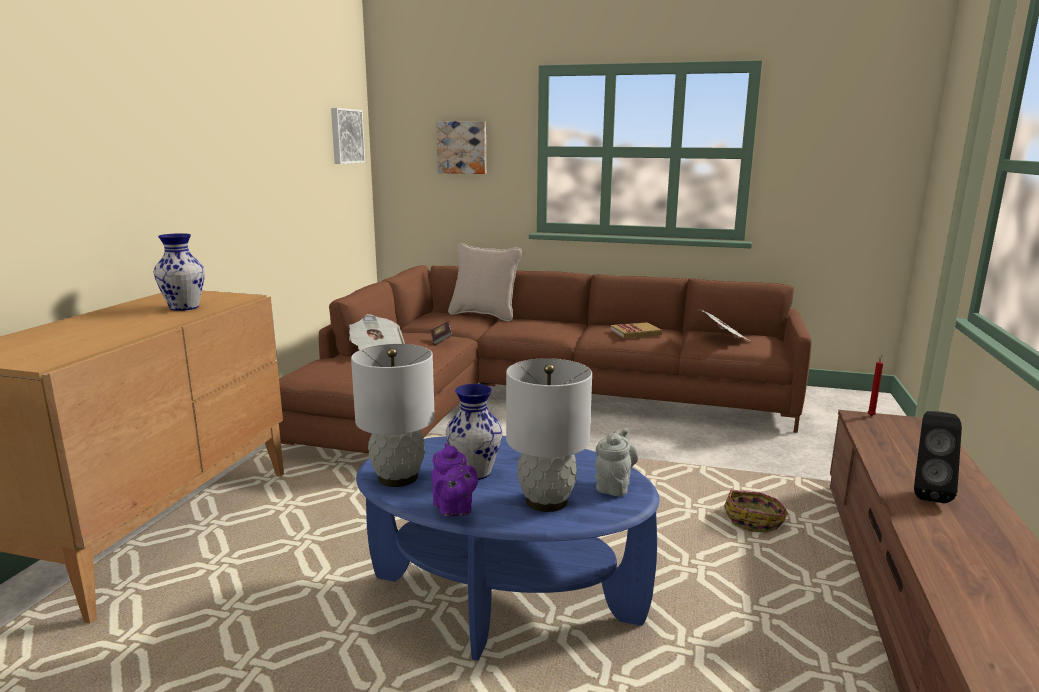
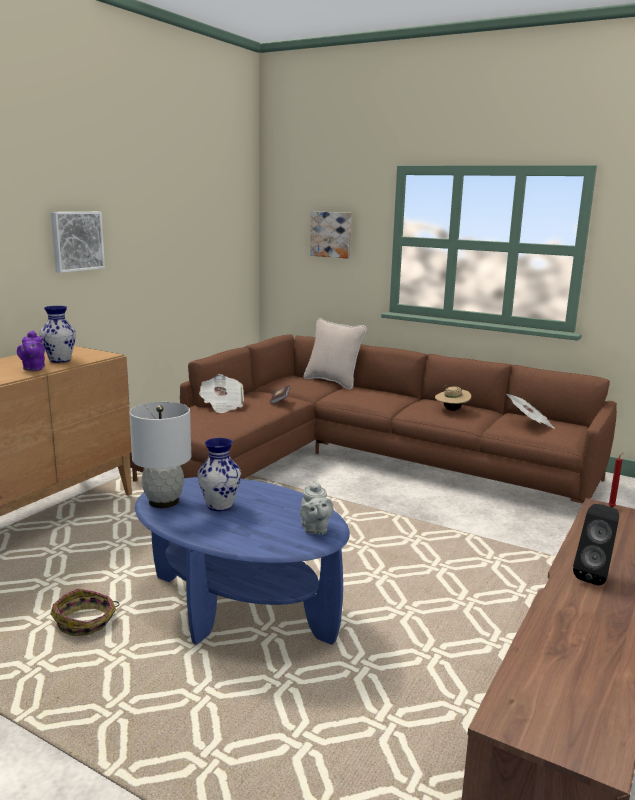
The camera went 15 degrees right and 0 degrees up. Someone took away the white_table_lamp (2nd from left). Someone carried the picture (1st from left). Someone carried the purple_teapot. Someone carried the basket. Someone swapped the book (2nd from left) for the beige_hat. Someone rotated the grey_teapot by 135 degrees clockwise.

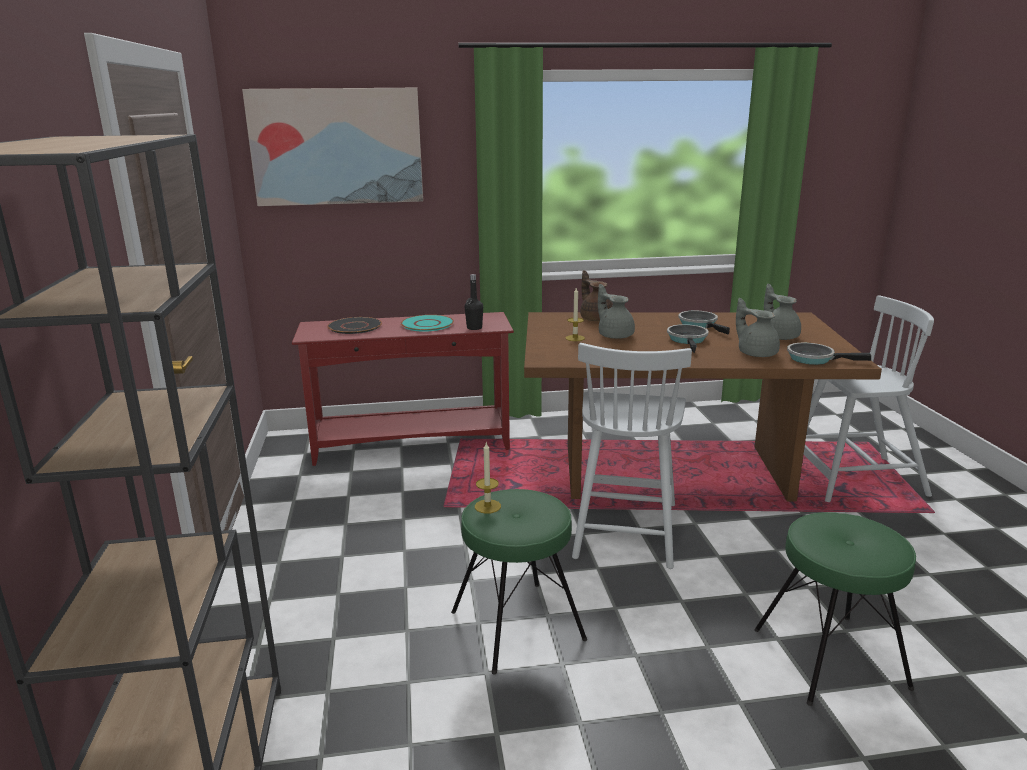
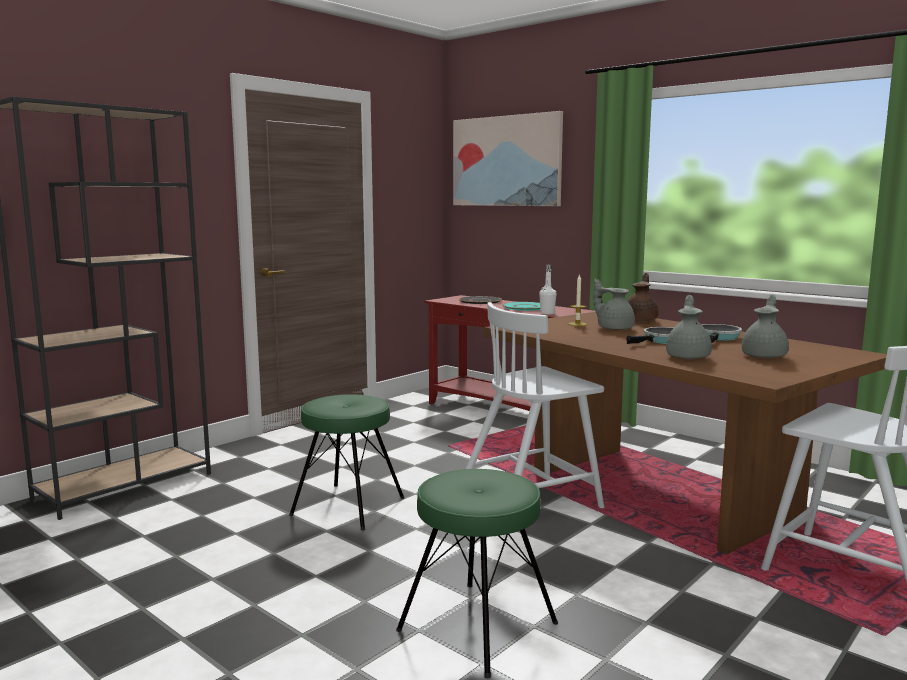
The camera went 50 degrees right and 10 degrees down. Someone took away the candle (1st from left). Someone took away the frying_pan (3rd from left). Someone repainted the black_bottle, which became the white_bottle. Someone rotated the grey_teapot (1st from left) by 60 degrees counterclockwise.

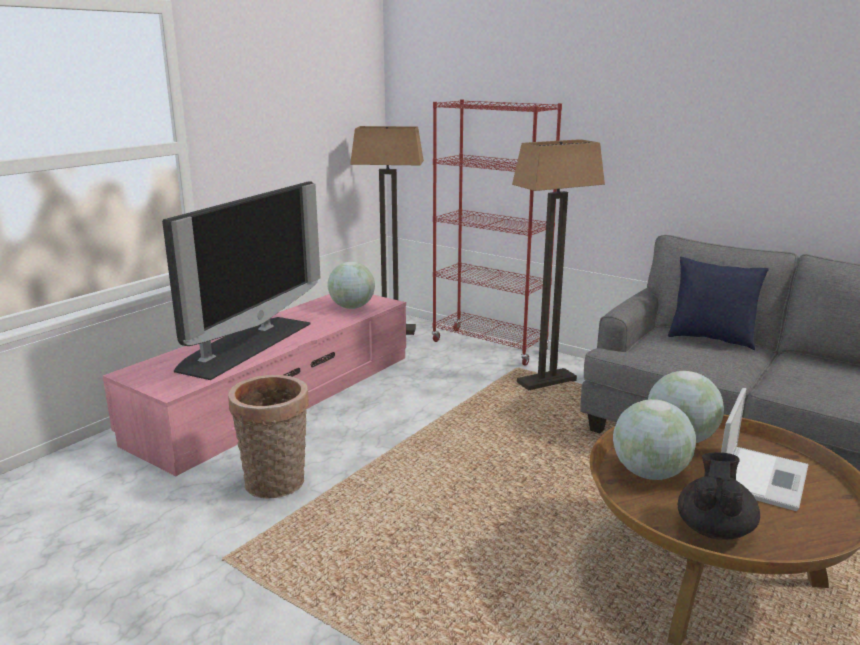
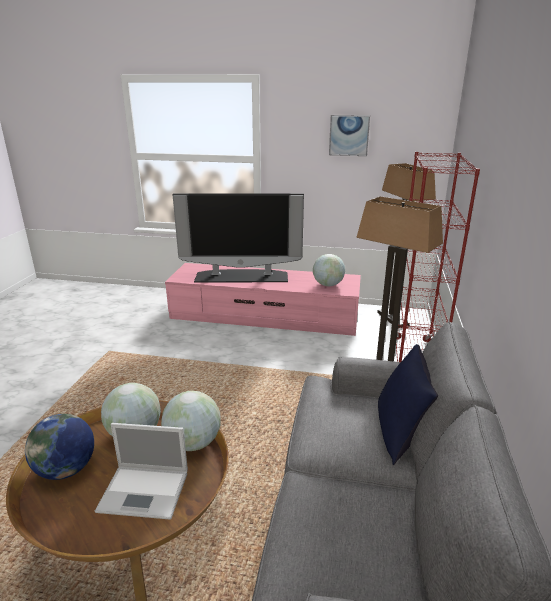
The camera went 65 degrees right and 5 degrees up. Someone took away the basket. Someone put up the picture. Someone swapped the black_teapot for the globe (1st from left).

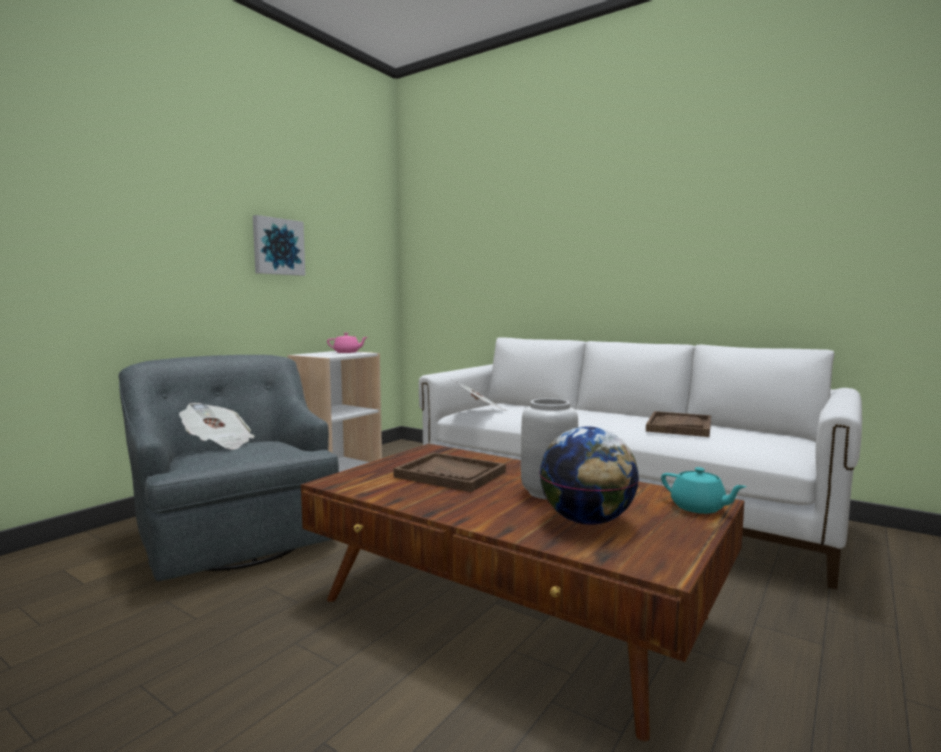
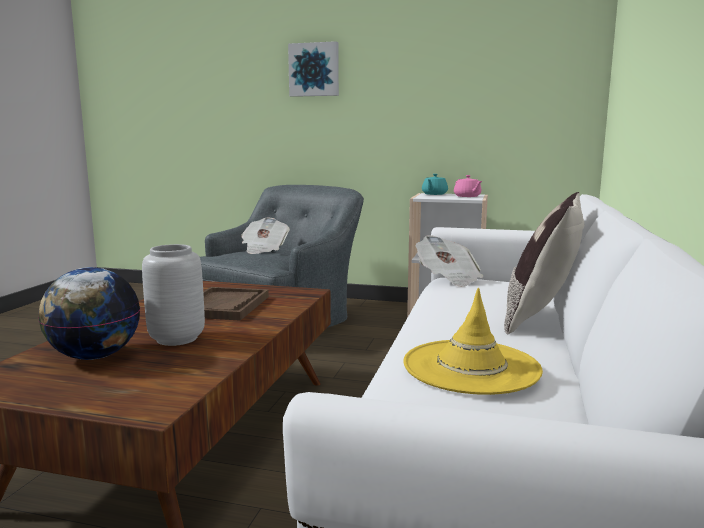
The camera went 70 degrees right and 5 degrees up. Someone put down the pillow. Someone carried the picture. Someone carried the turquoise_teapot. Someone swapped the brown_tray (2nd from left) for the yellow_hat.

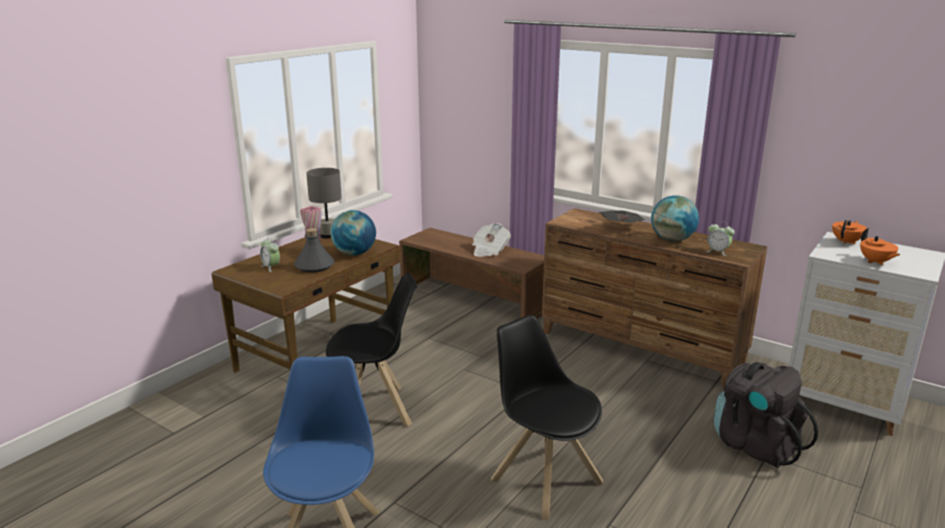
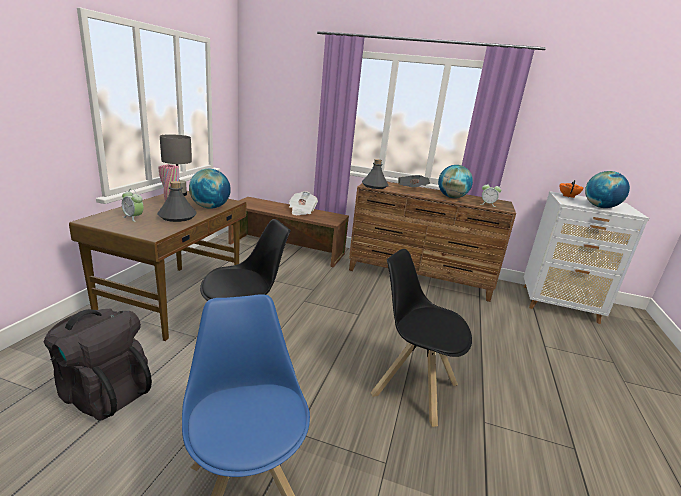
The camera went 20 degrees left and 0 degrees up. Someone put down the grey_bottle (2nd from left). Someone carried the black_backpack. Someone swapped the orange_teapot (2nd from left) for the globe (3rd from left).

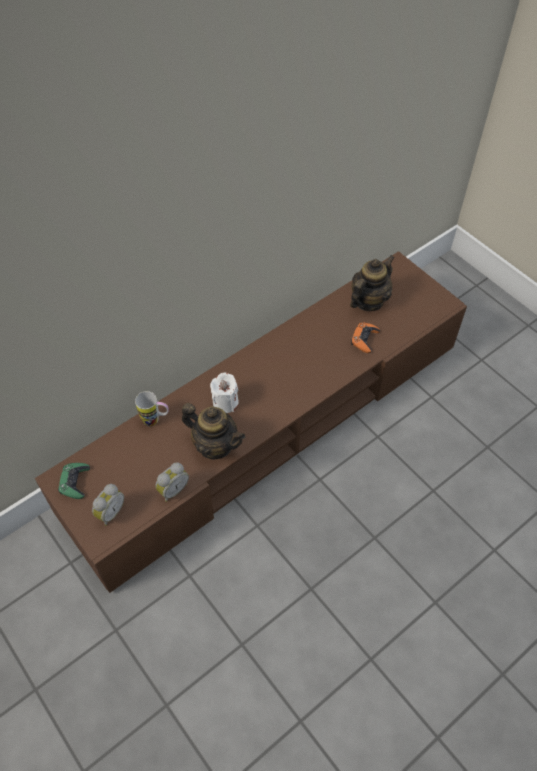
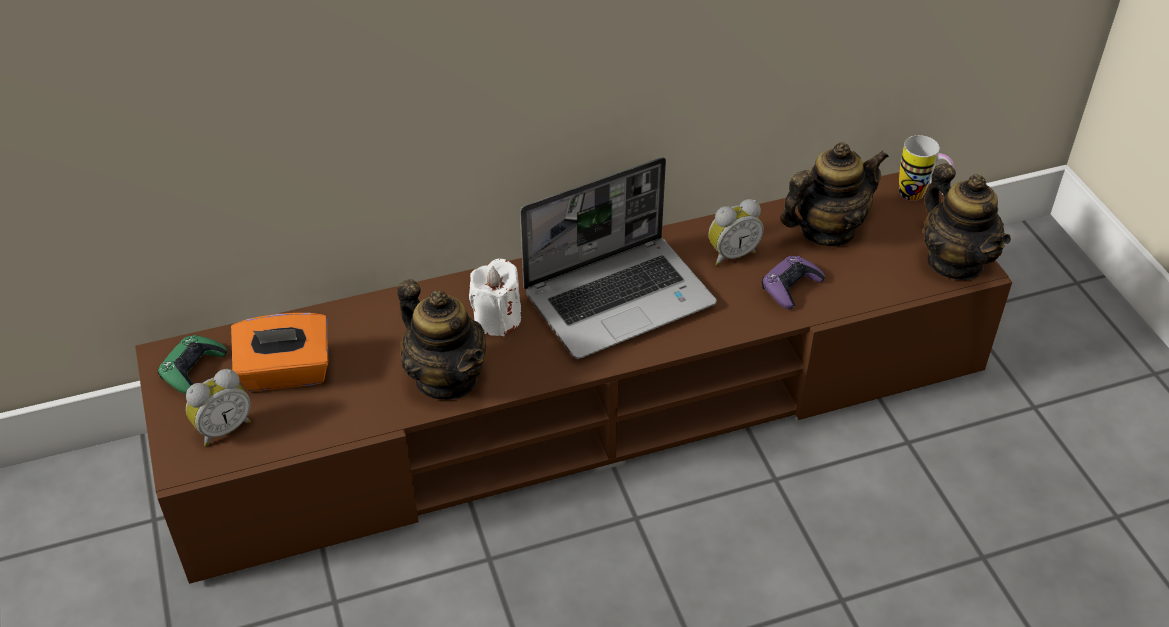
The camera went 20 degrees right and 10 degrees down. Someone put down the orange_tissue_box. Someone put down the laptop. Someone put down the teapot (3rd from left). Someone carried the mug. Someone carried the alarm_clock (2nd from left). Someone repainted the orange_game_controller, which became the purple_game_controller.

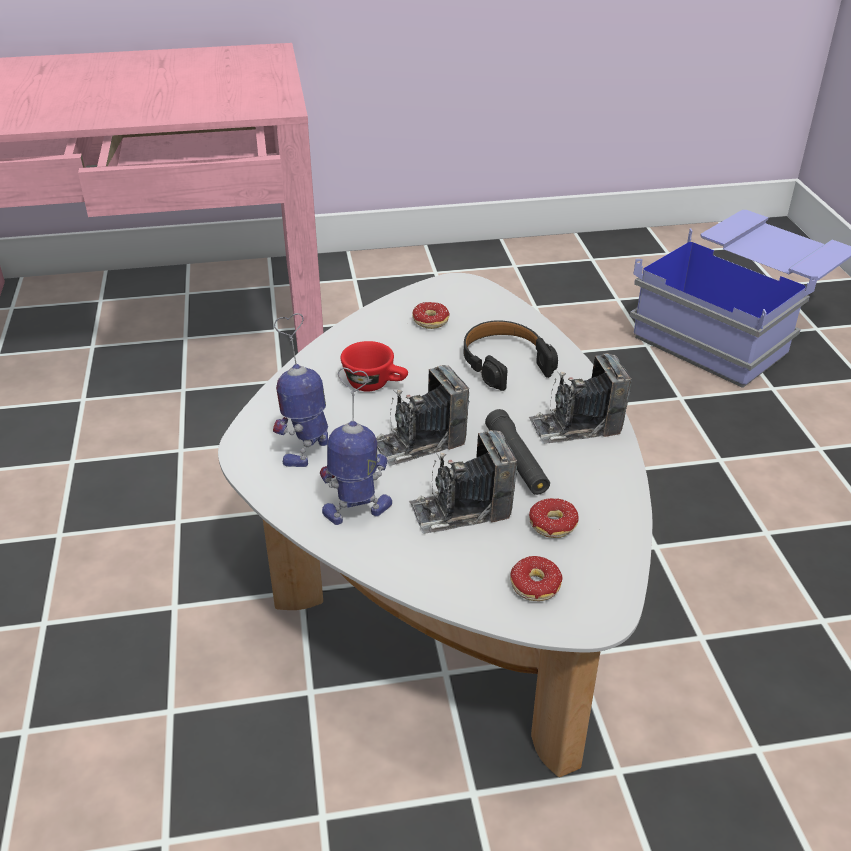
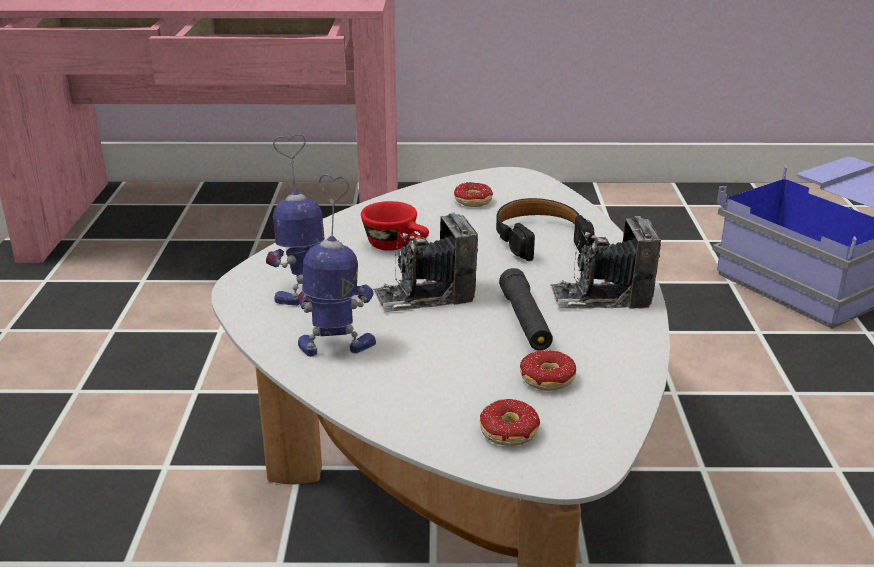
The camera went 10 degrees right and 10 degrees down. Someone took away the photo_camera (2nd from left).

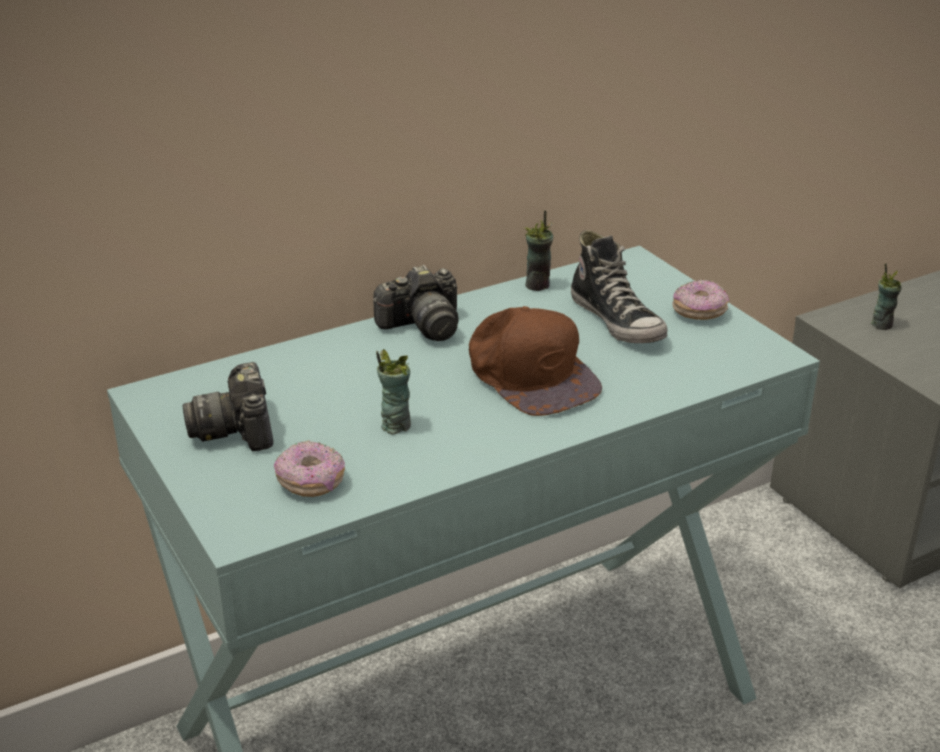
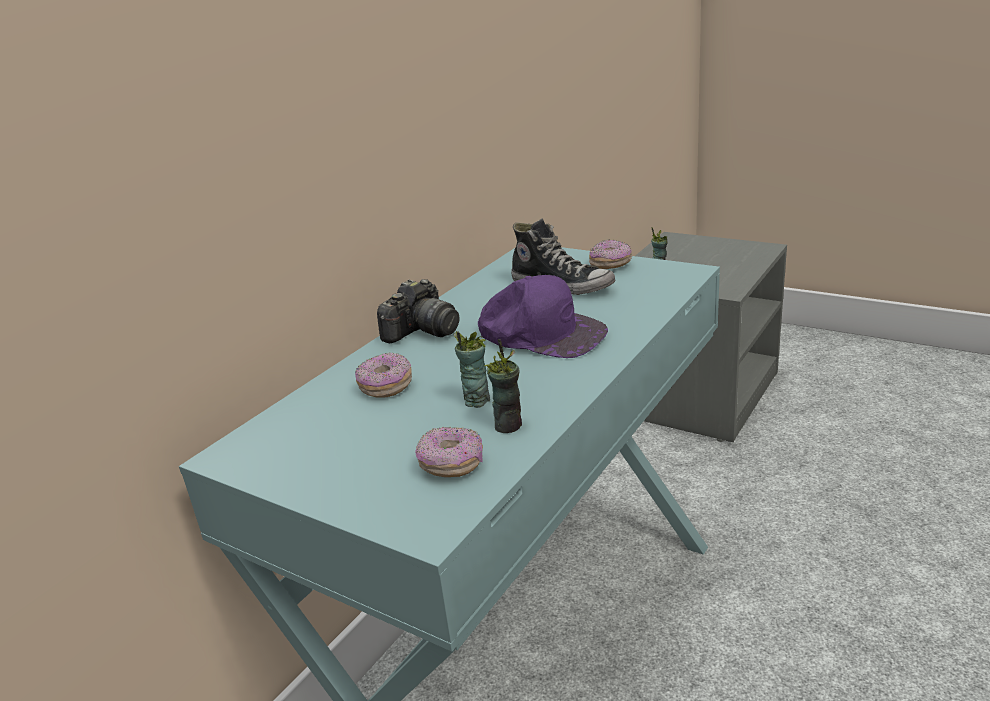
The camera went 25 degrees left and 5 degrees down. Someone took away the photo_camera (1st from left). Someone put down the donut (1st from left). Someone carried the cup (2nd from left). Someone repainted the brown_cap, which became the purple_cap.

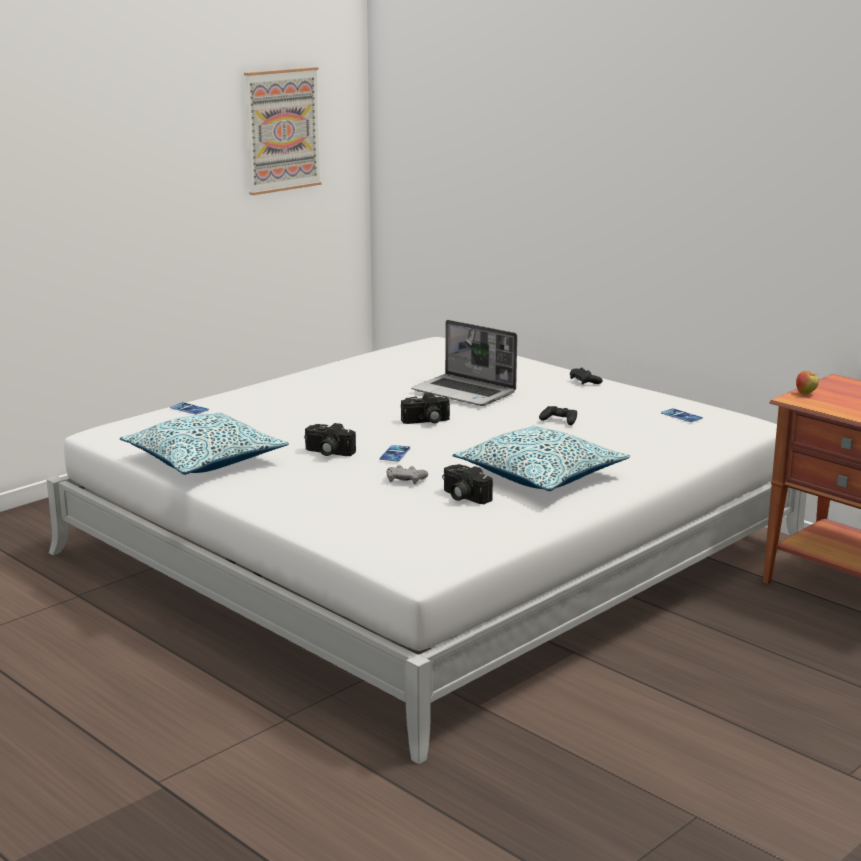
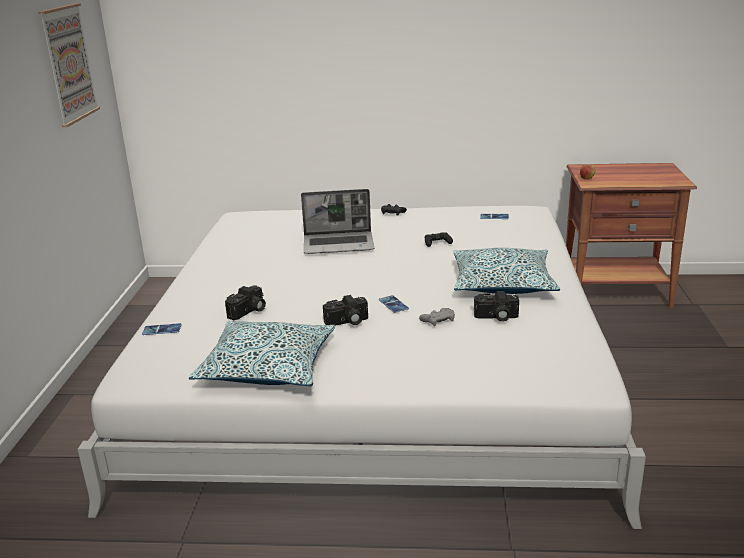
The camera went 40 degrees left and 5 degrees up. Someone carried the photo_camera (2nd from left in the first image).

